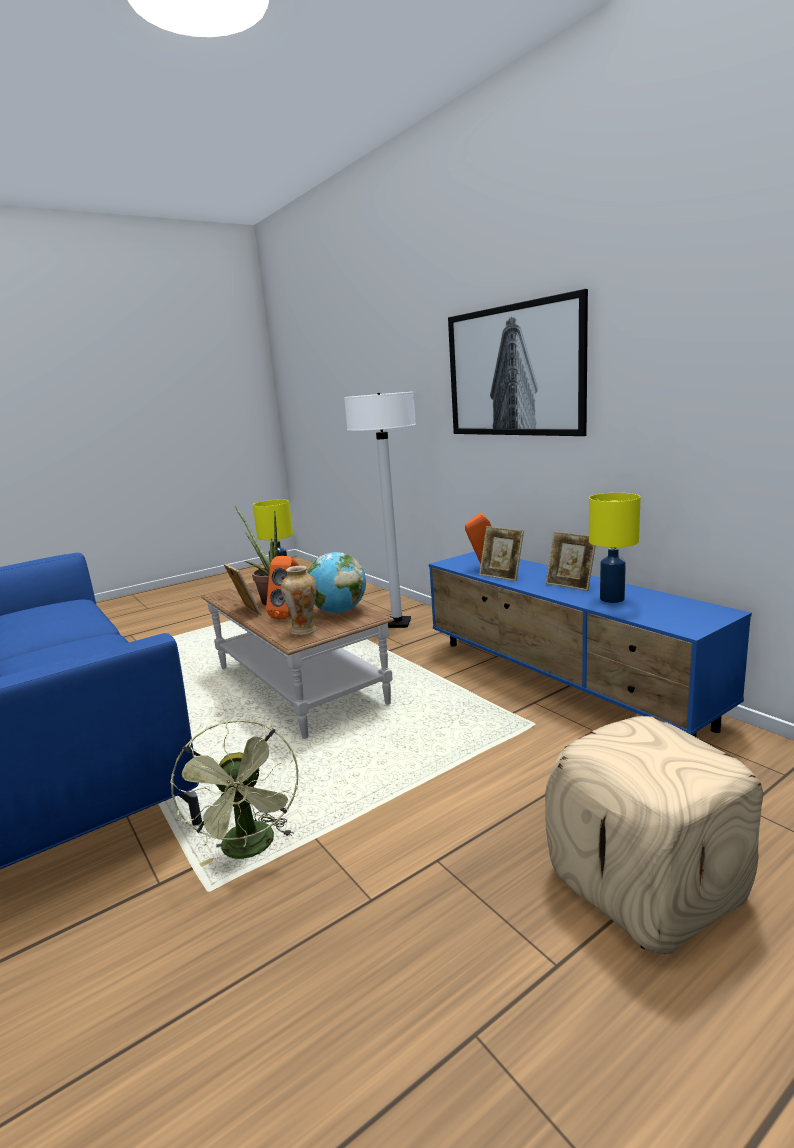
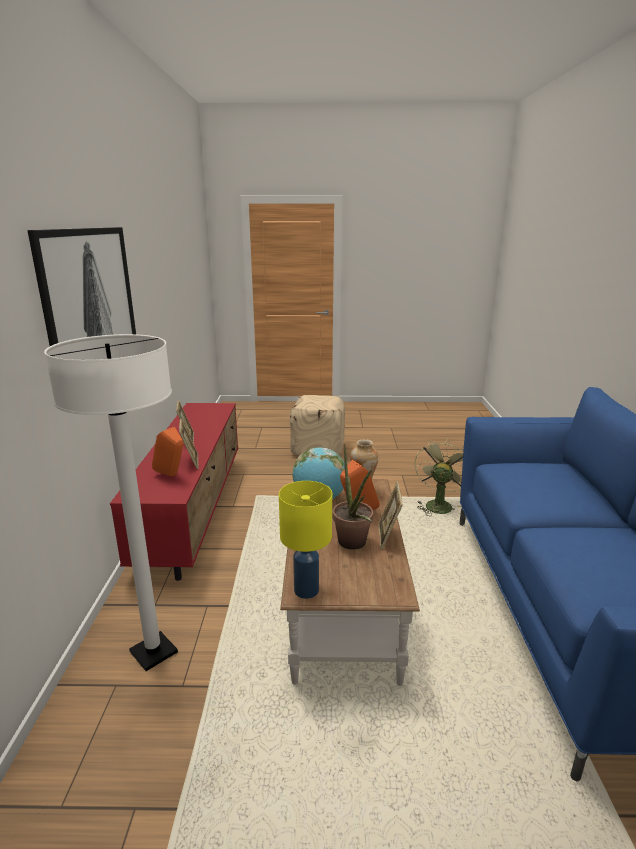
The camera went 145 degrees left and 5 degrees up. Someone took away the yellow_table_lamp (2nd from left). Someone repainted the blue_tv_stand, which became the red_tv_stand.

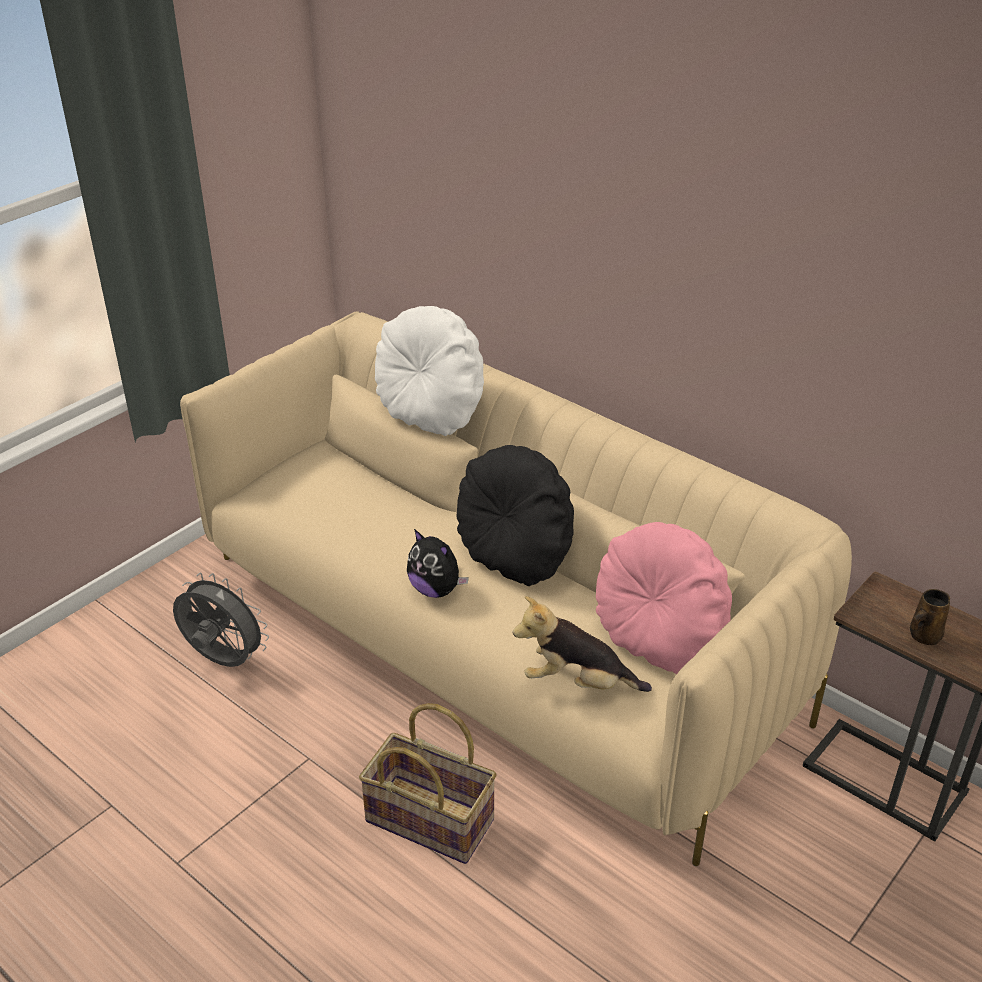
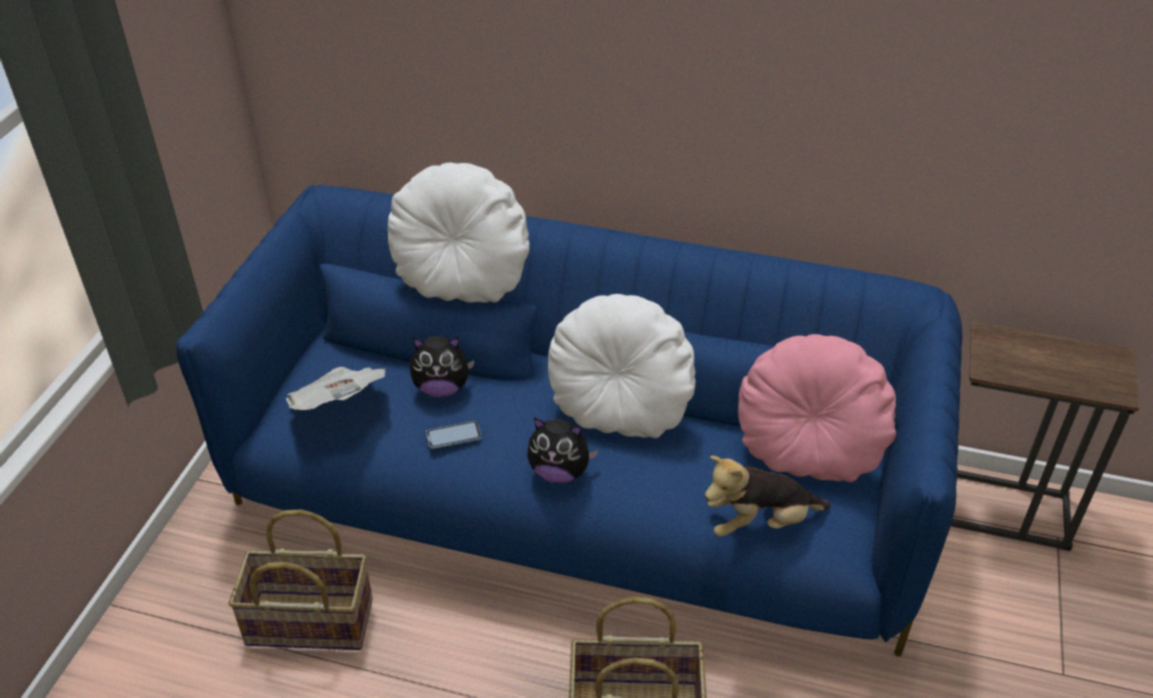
The camera went 25 degrees left and 5 degrees up. Someone took away the brown_mug. Someone put down the newspaper. Someone put down the plush_toy (1st from left). Someone put down the phone. Someone swapped the grey_fan for the basket (1st from left). Someone repainted the beige_sofa, which became the blue_sofa. Someone repainted the black_pillow, which became the white_pillow (2nd from left).

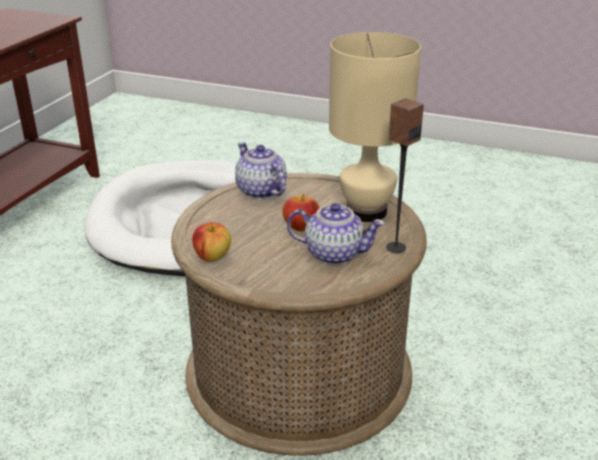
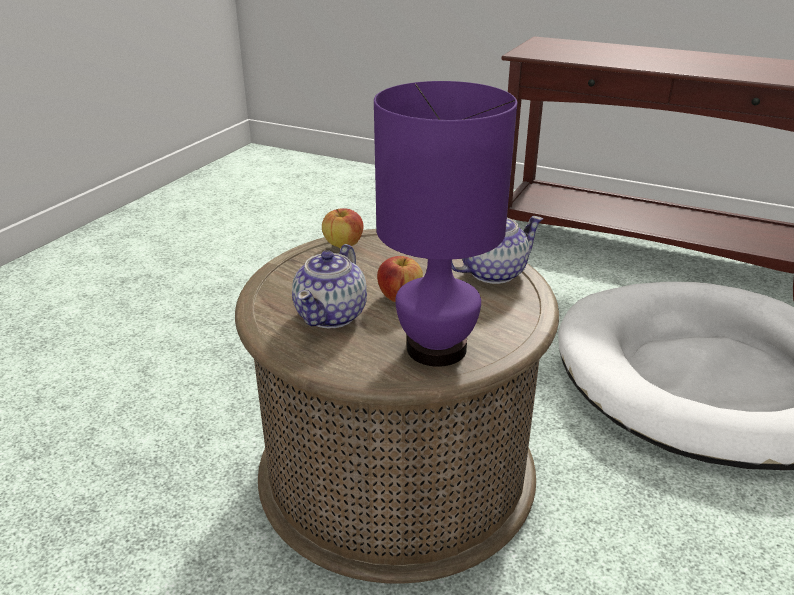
The camera went 95 degrees right and 0 degrees up. Someone took away the speaker. Someone repainted the beige_table_lamp, which became the purple_table_lamp.

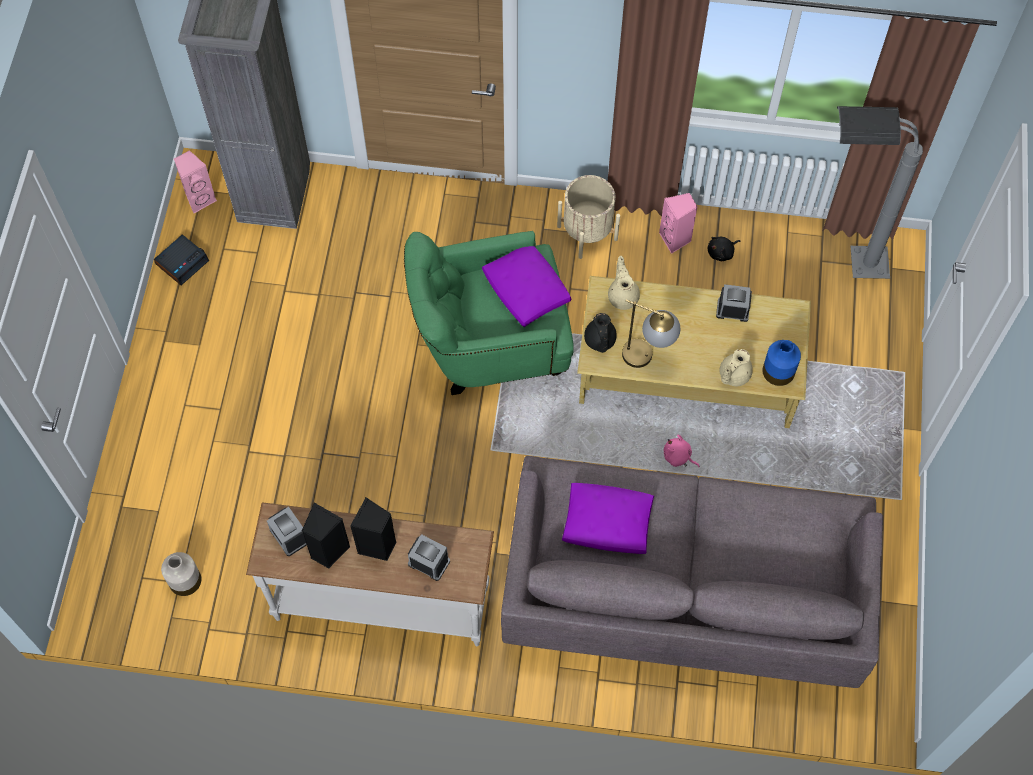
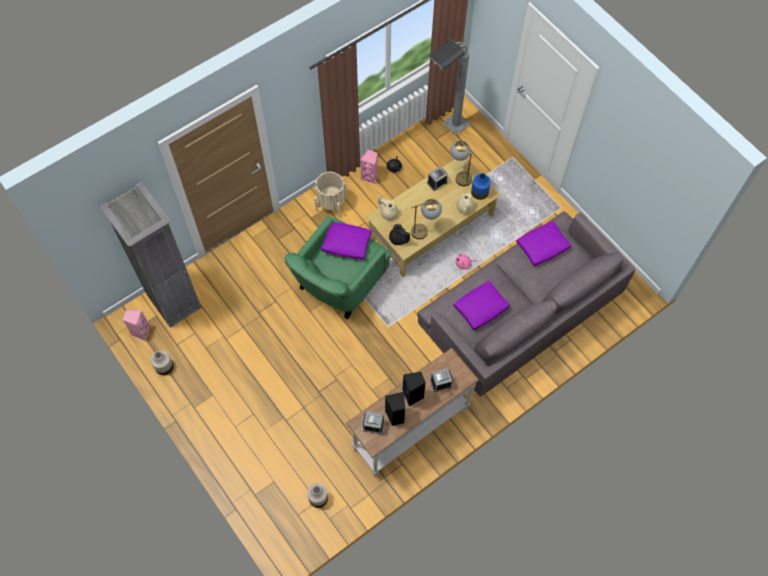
The camera went 45 degrees left and 0 degrees up. Someone put down the table_lamp (2nd from left). Someone put down the purple_pillow (3rd from left). Someone swapped the alarm_clock (1st from left) for the beige_vase (1st from left).

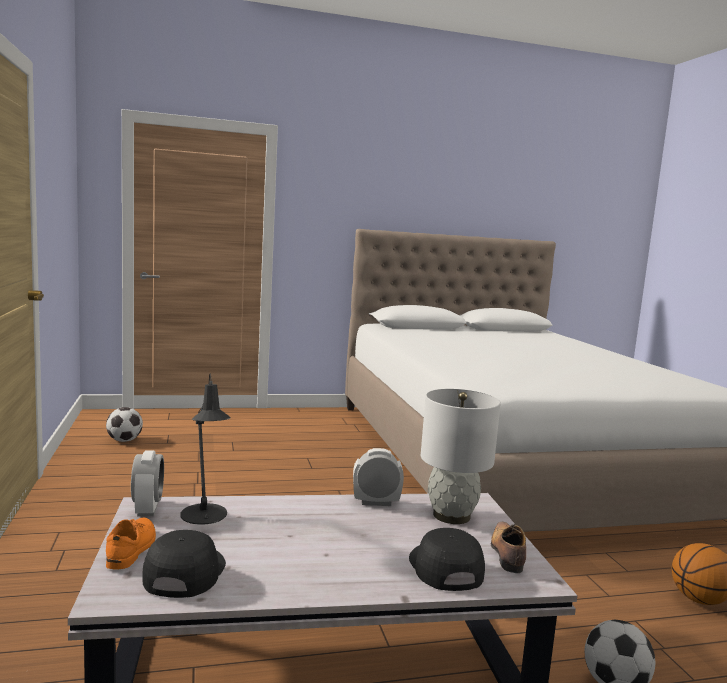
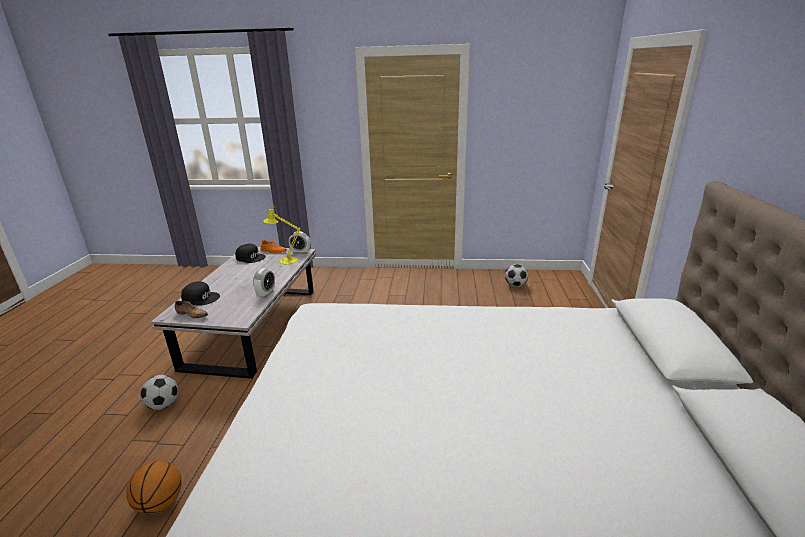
The camera went 110 degrees right and 15 degrees up. Someone took away the white_table_lamp. Someone repainted the black_table_lamp, which became the yellow_table_lamp.

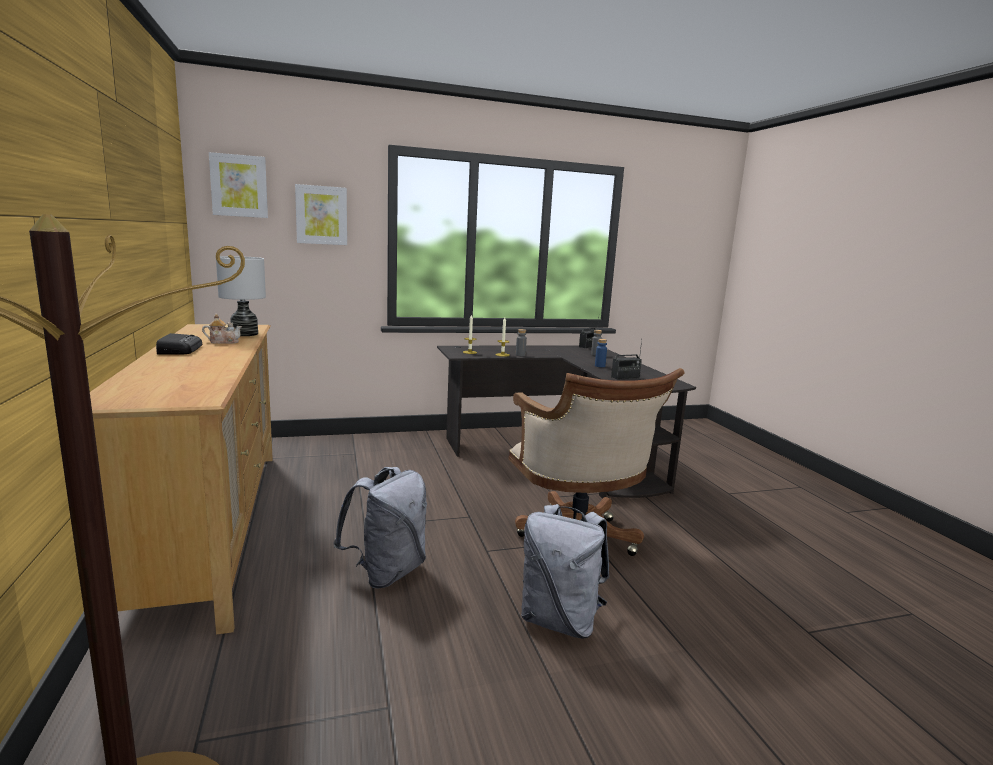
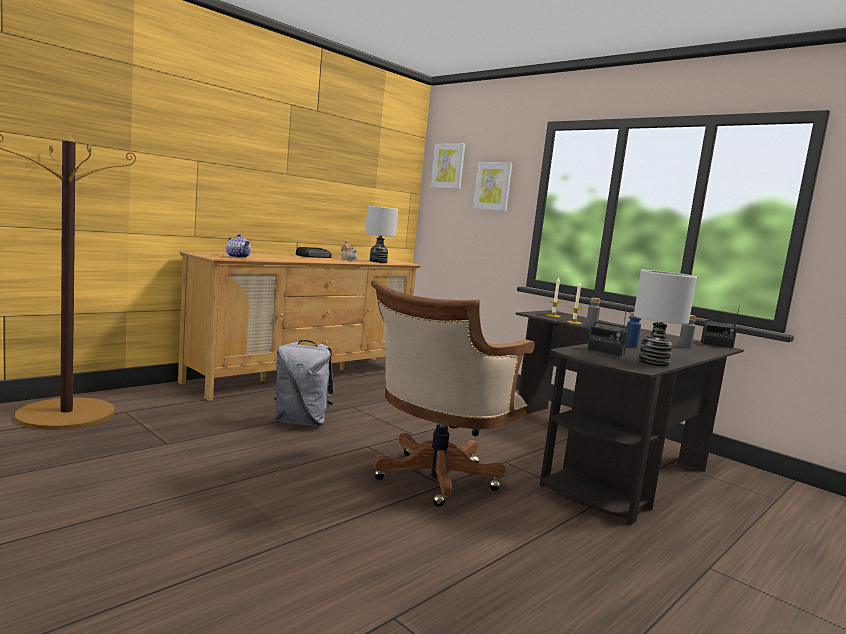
The camera went 60 degrees right and 5 degrees down. Someone took away the grey_backpack (2nd from left). Someone put down the teapot (1st from left). Someone put down the grey_table_lamp (2nd from left).

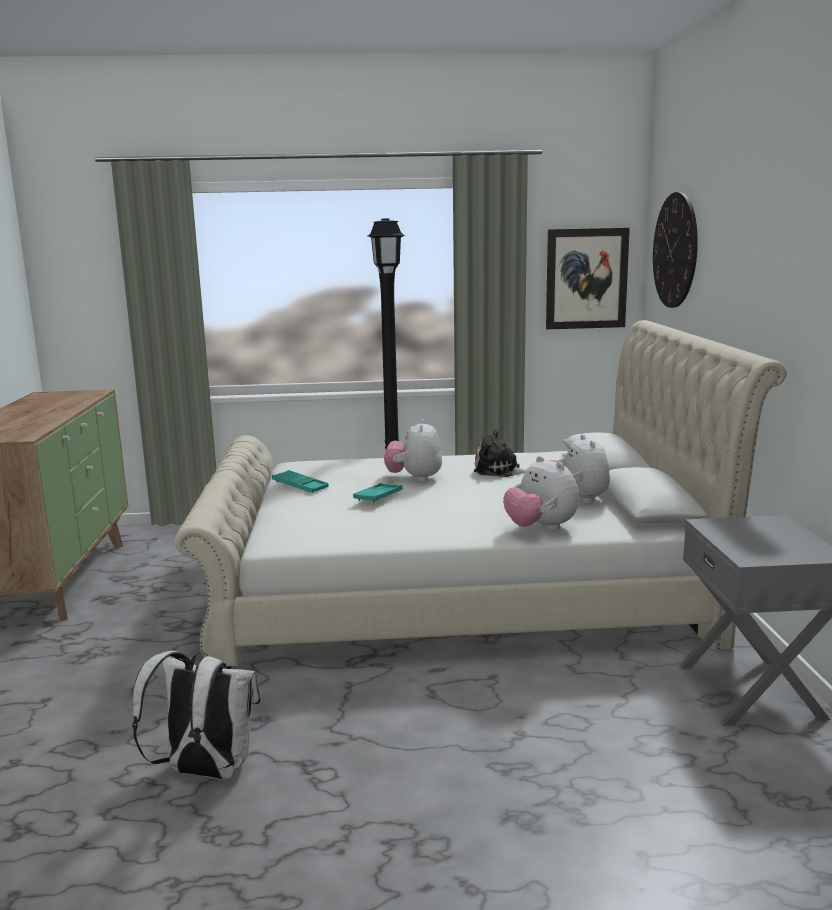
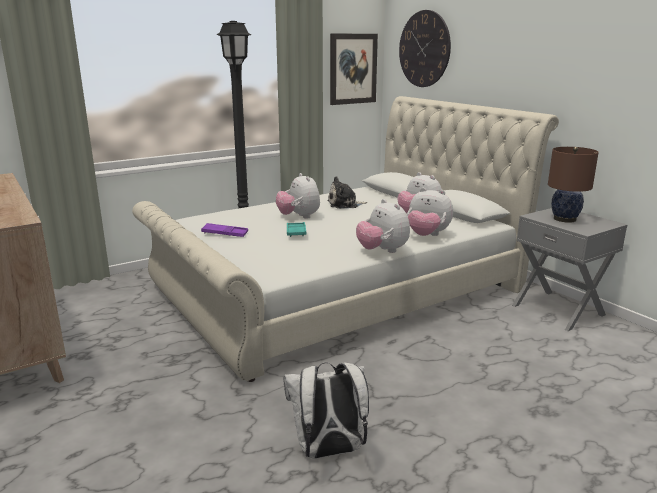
The camera went 30 degrees left and 5 degrees up. Someone put down the plush_toy (3rd from left). Someone put down the brown_table_lamp. Someone repainted the turquoise_tray (1st from left), which became the purple_tray.

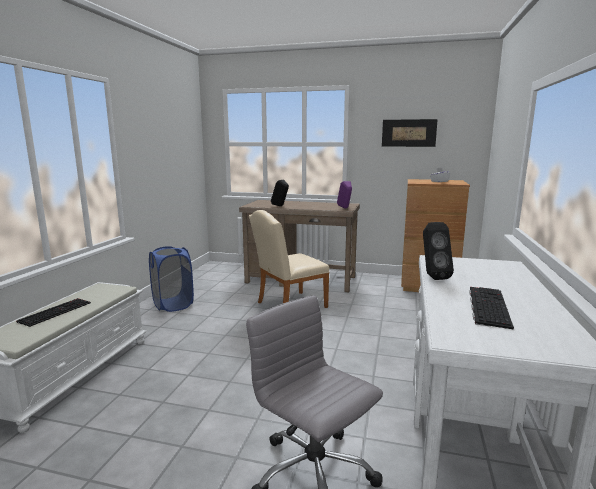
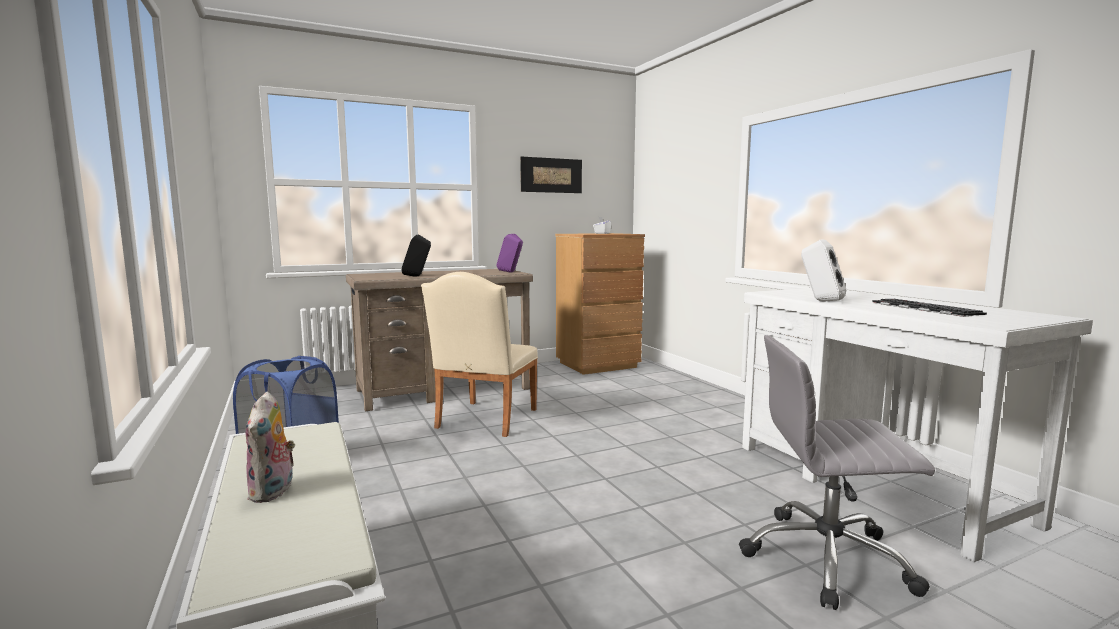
The camera went 40 degrees left and 5 degrees down. Someone swapped the keyboard (1st from left) for the plush_toy. Someone repainted the black_speaker (2nd from left), which became the white_speaker.

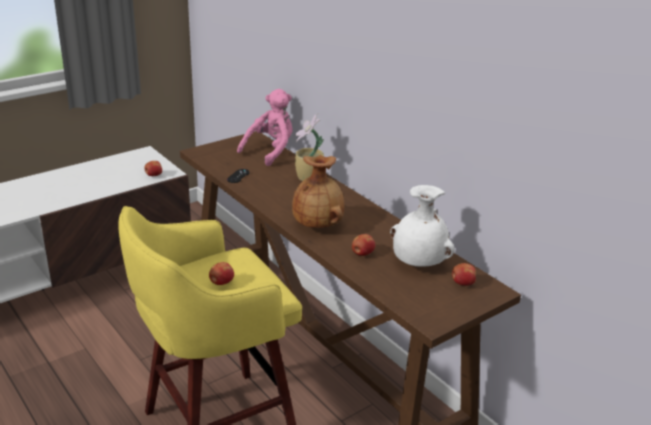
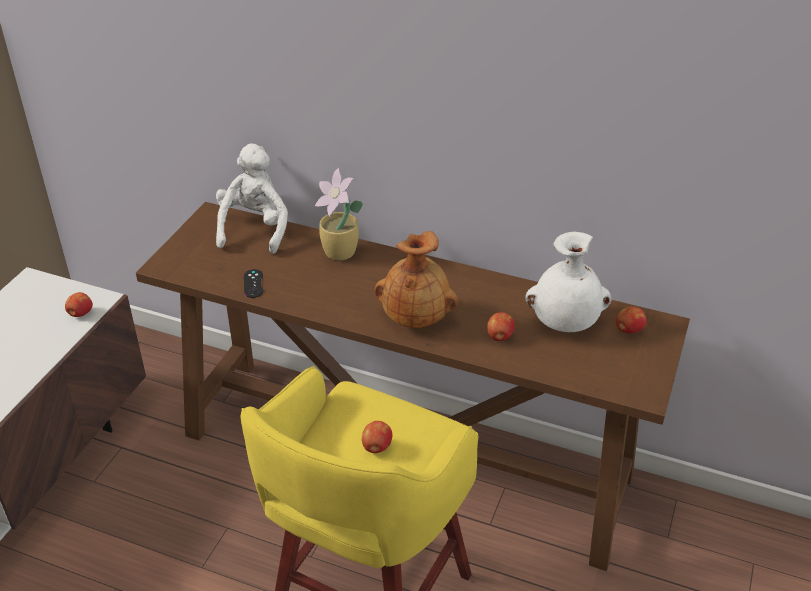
The camera went 30 degrees left and 10 degrees up. Someone repainted the pink_plush_toy, which became the white_plush_toy.

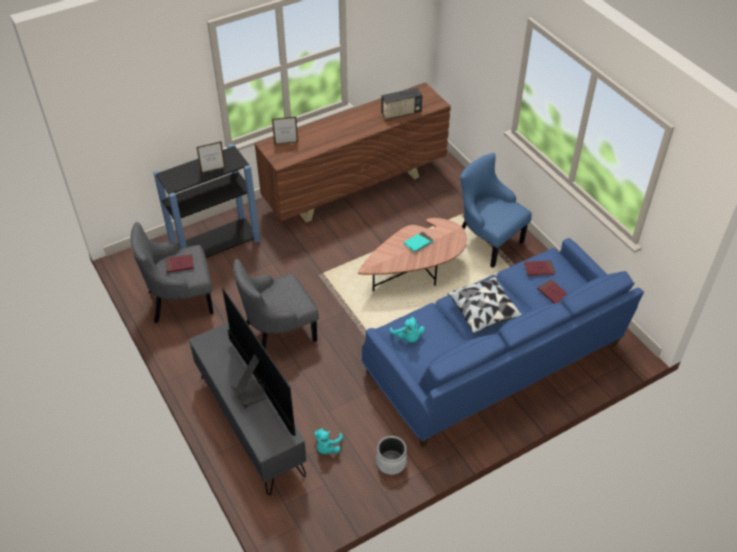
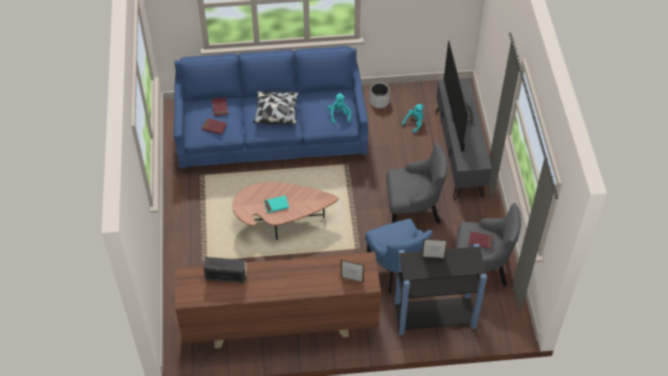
The camera went 155 degrees left and 5 degrees up. Someone carried the blue_armchair.

